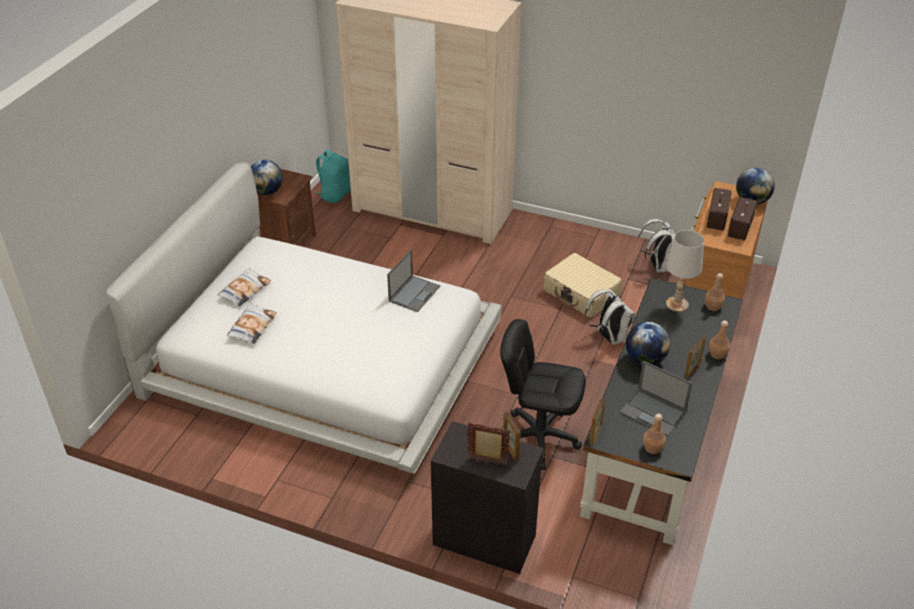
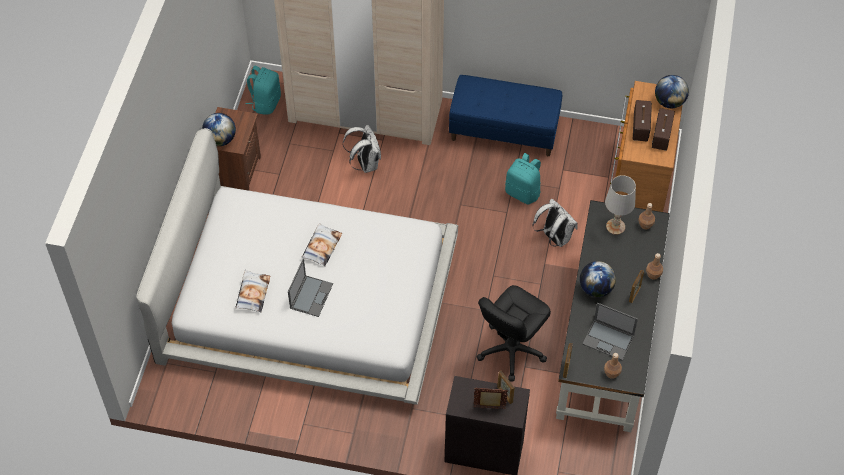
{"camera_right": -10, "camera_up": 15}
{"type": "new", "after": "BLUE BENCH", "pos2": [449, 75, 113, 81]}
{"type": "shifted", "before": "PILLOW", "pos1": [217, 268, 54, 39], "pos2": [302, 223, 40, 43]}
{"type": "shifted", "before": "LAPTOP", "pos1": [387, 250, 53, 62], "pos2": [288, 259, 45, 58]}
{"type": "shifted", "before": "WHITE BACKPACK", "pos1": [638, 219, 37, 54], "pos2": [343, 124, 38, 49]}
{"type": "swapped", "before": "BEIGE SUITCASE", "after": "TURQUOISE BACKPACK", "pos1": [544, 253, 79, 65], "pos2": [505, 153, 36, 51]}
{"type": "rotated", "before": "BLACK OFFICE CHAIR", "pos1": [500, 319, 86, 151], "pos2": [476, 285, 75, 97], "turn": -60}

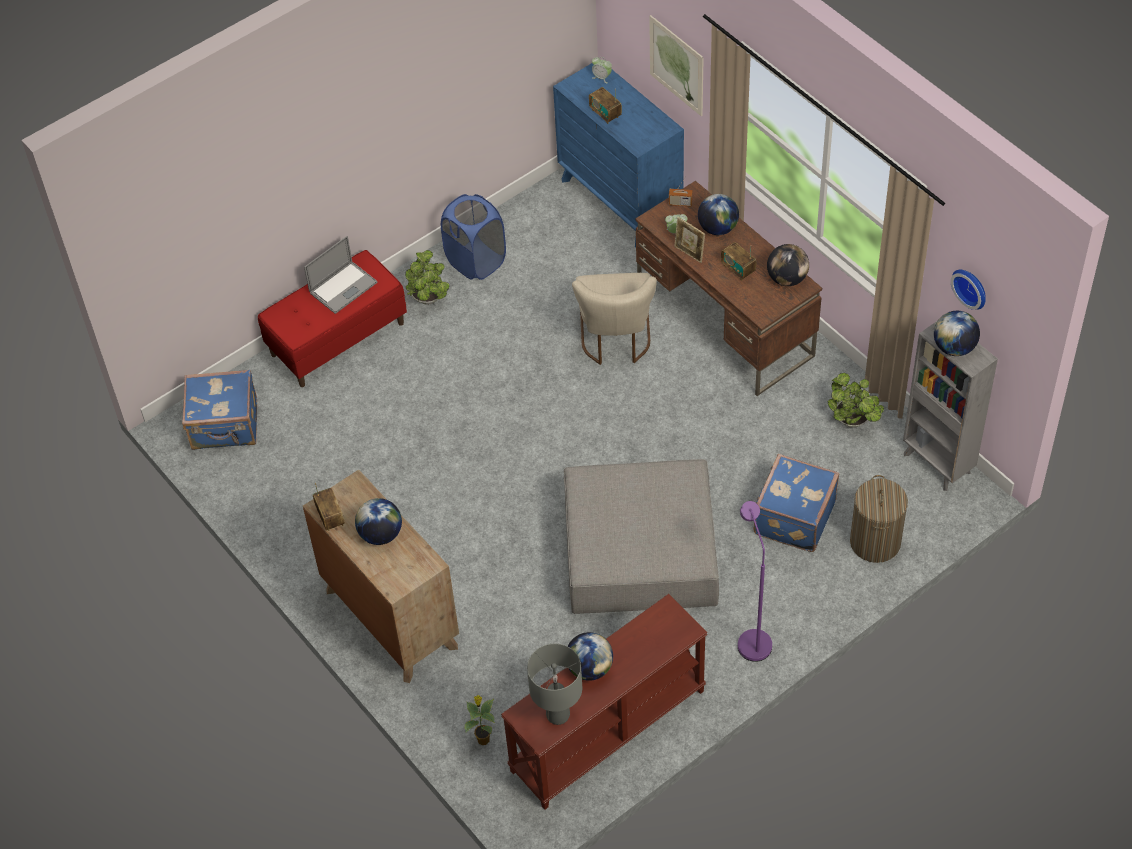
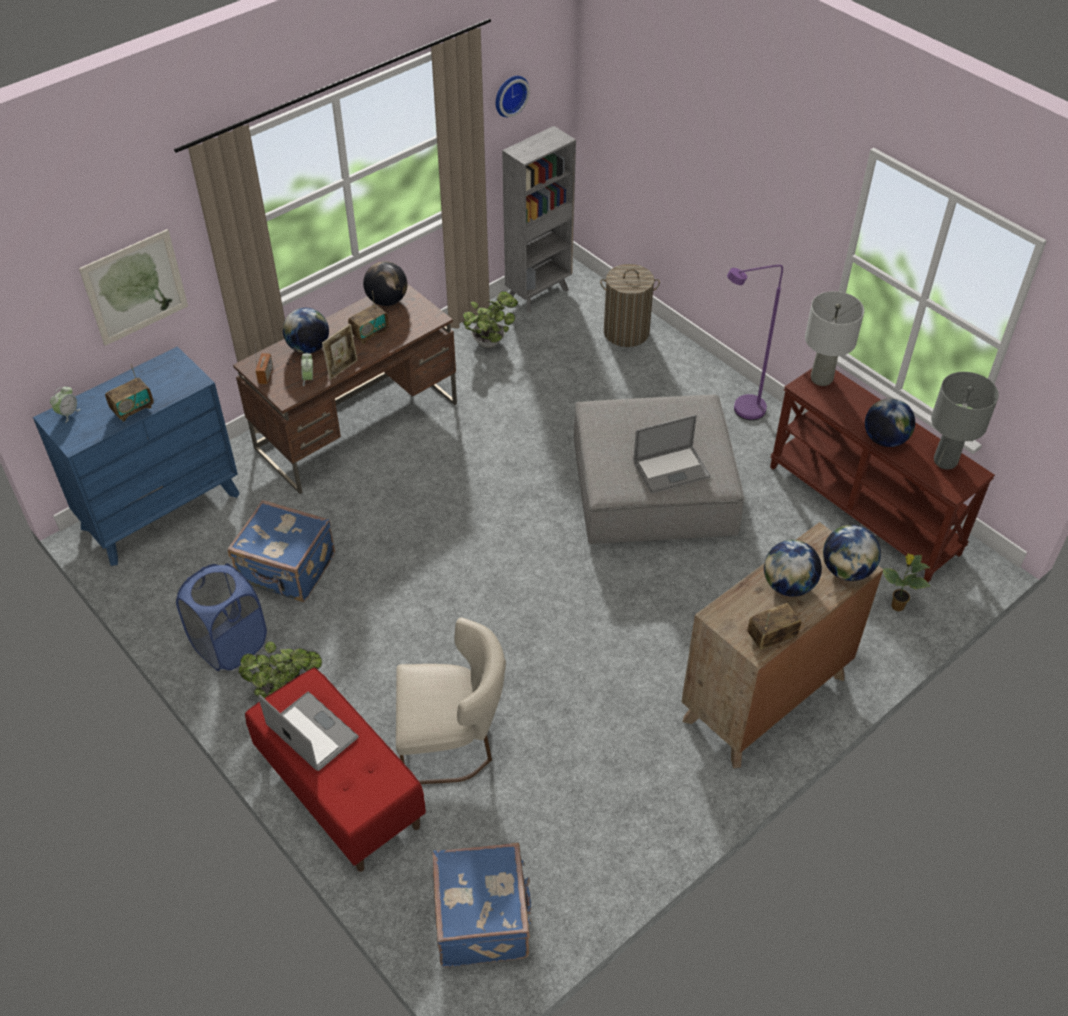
{"camera_right": -95, "camera_up": -5}
{"type": "new", "after": "LAPTOP", "pos2": [633, 415, 78, 78]}
{"type": "new", "after": "GREY TABLE LAMP", "pos2": [805, 291, 59, 95]}
{"type": "shifted", "before": "BEIGE CHAIR", "pos1": [572, 273, 85, 92], "pos2": [396, 618, 110, 166]}
{"type": "shifted", "before": "BLUE SUITCASE", "pos1": [754, 454, 85, 98], "pos2": [228, 500, 107, 102]}
{"type": "shifted", "before": "GLOBE", "pos1": [934, 311, 46, 45], "pos2": [823, 525, 58, 56]}

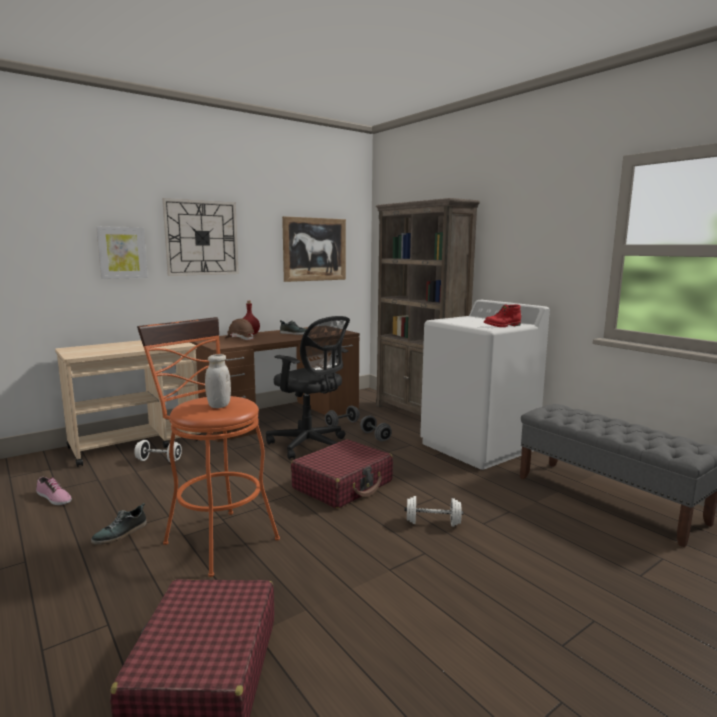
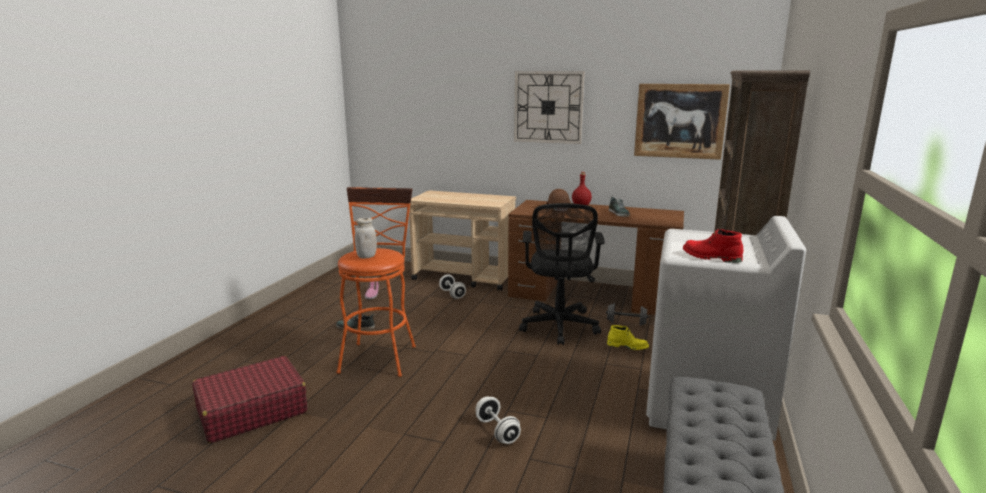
{"camera_right": 55, "camera_up": 5}
{"type": "gone", "before": "PICTURE", "pos1": [96, 227, 52, 52]}
{"type": "gone", "before": "RED SUITCASE", "pos1": [291, 439, 102, 70]}
{"type": "swapped", "before": "GREY DUMBBELL", "after": "YELLOW BOOT", "pos1": [360, 415, 32, 27], "pos2": [607, 325, 42, 25]}

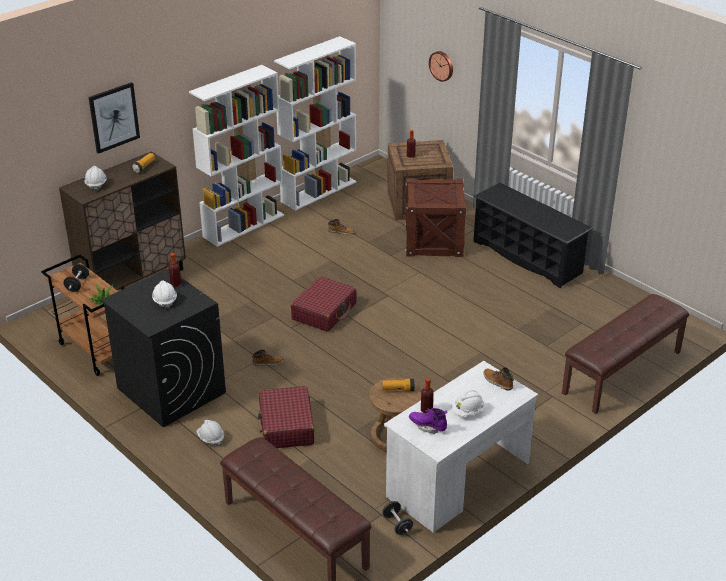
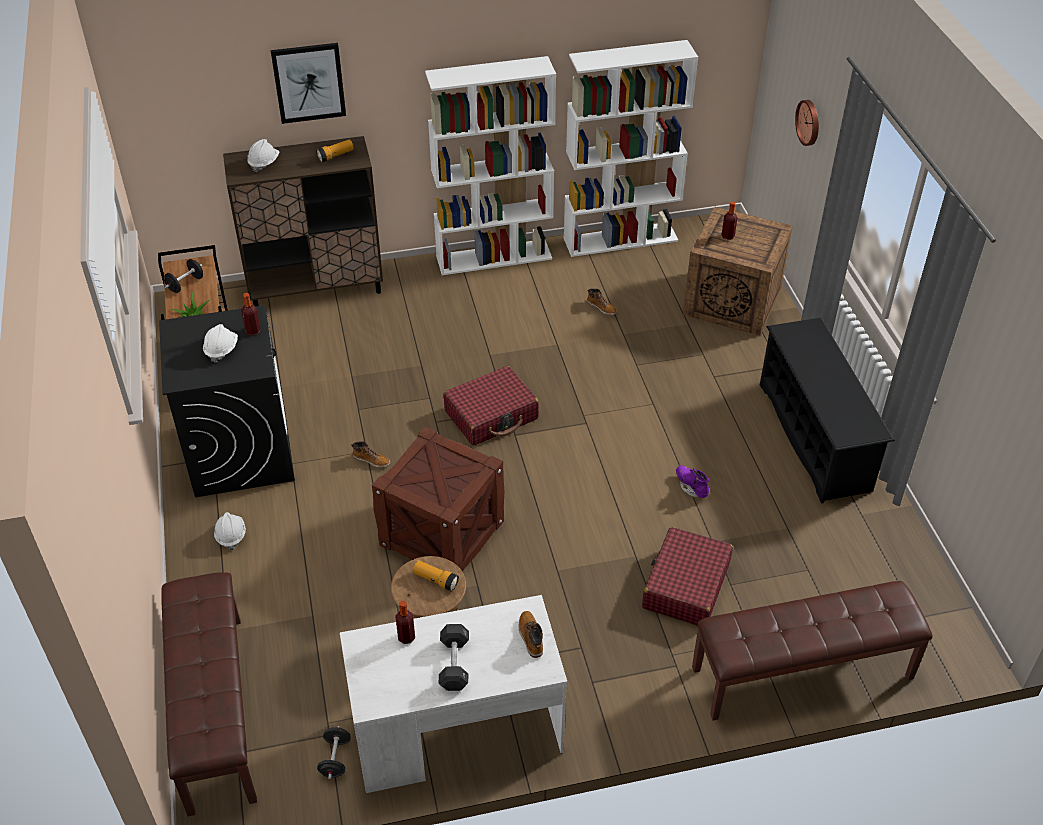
{"camera_right": 30, "camera_up": 10}
{"type": "shifted", "before": "RED SUITCASE", "pos1": [258, 386, 56, 62], "pos2": [642, 527, 91, 99]}
{"type": "shifted", "before": "CRATE", "pos1": [405, 178, 62, 79], "pos2": [372, 426, 132, 146]}
{"type": "shifted", "before": "PURPLE BOOT", "pos1": [409, 408, 38, 26], "pos2": [676, 465, 34, 33]}
{"type": "swapped", "before": "WHITE HARD HAT", "after": "BLACK DUMBBELL", "pos1": [451, 390, 33, 26], "pos2": [439, 624, 30, 67]}

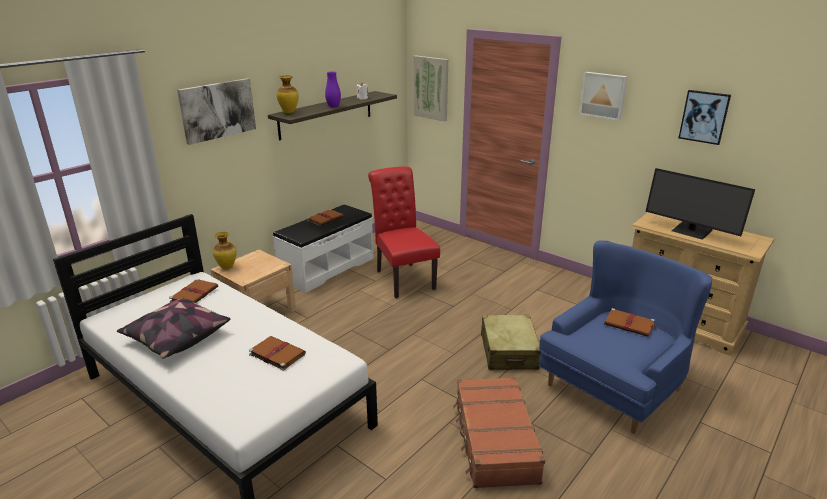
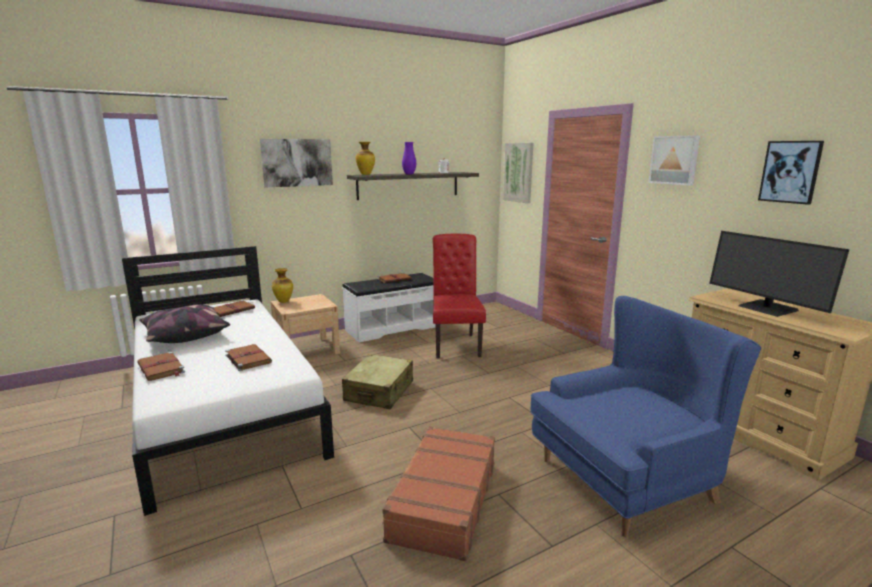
{"camera_right": 20, "camera_up": -10}
{"type": "shifted", "before": "BEIGE SUITCASE", "pos1": [481, 315, 60, 55], "pos2": [342, 354, 71, 55]}
{"type": "shifted", "before": "BROWN BOOK", "pos1": [604, 308, 53, 29], "pos2": [137, 352, 48, 29]}

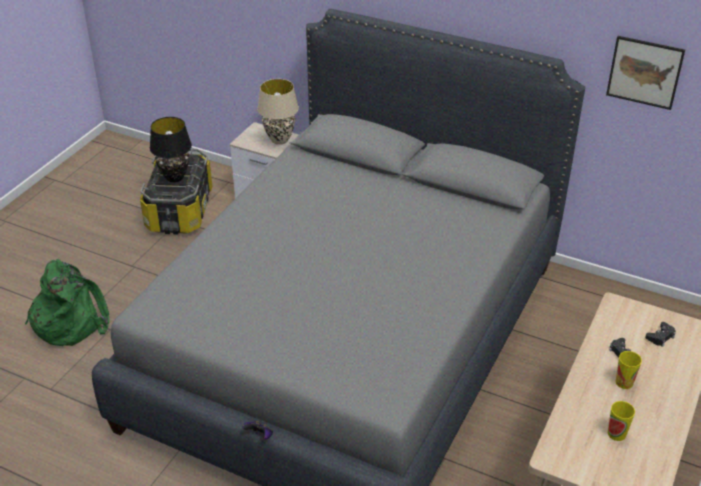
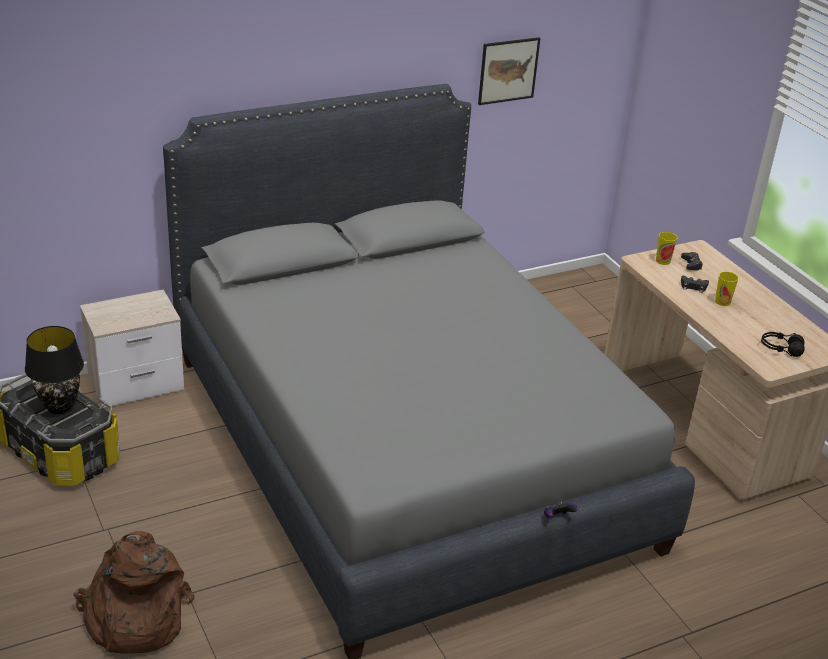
{"camera_right": -55, "camera_up": -5}
{"type": "gone", "before": "BEIGE TABLE LAMP", "pos1": [257, 79, 42, 66]}
{"type": "new", "after": "BLACK HEADPHONES", "pos2": [761, 332, 44, 25]}
{"type": "shifted", "before": "CUP", "pos1": [608, 401, 27, 40], "pos2": [656, 232, 22, 33]}
{"type": "repainted", "before": "GREEN BACKPACK", "after": "BROWN BACKPACK", "pos1": [25, 259, 84, 87], "pos2": [73, 531, 122, 123]}

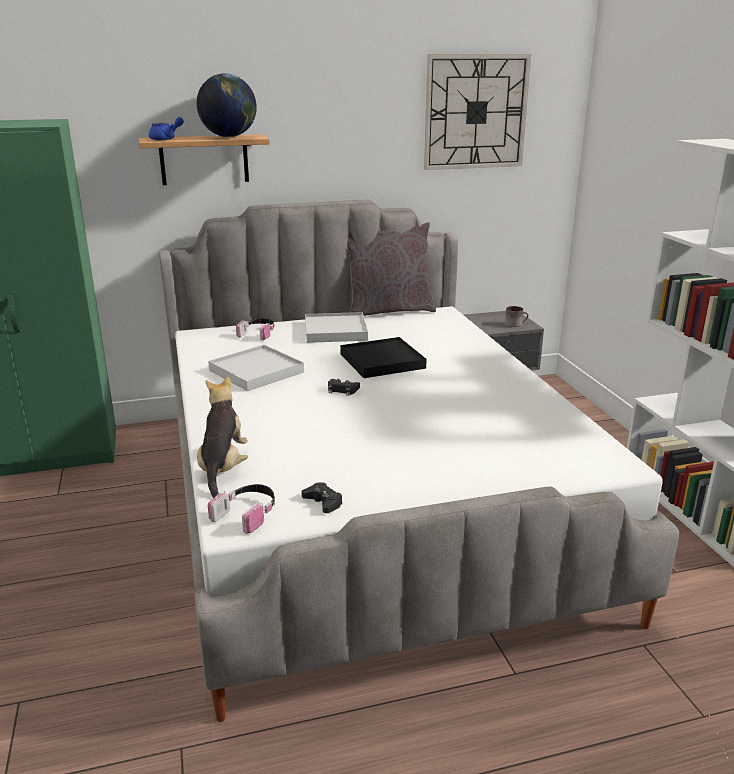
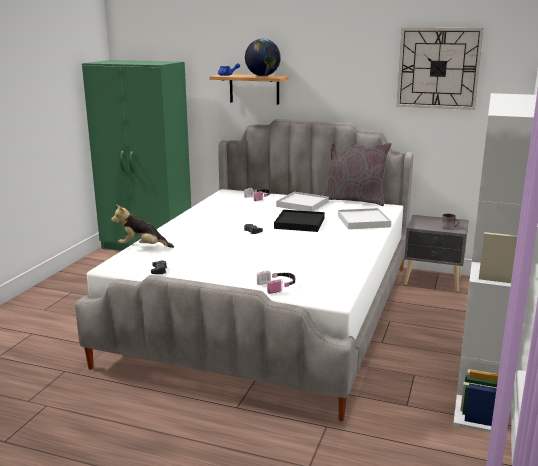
{"camera_right": 35, "camera_up": -5}
{"type": "shifted", "before": "WHITE TRAY", "pos1": [208, 345, 96, 46], "pos2": [338, 208, 53, 21]}
{"type": "shifted", "before": "HEADPHONES", "pos1": [208, 484, 67, 50], "pos2": [257, 270, 38, 24]}
{"type": "rotated", "before": "PLUSH TOY", "pos1": [197, 376, 51, 122], "pos2": [111, 204, 63, 44], "turn": -120}

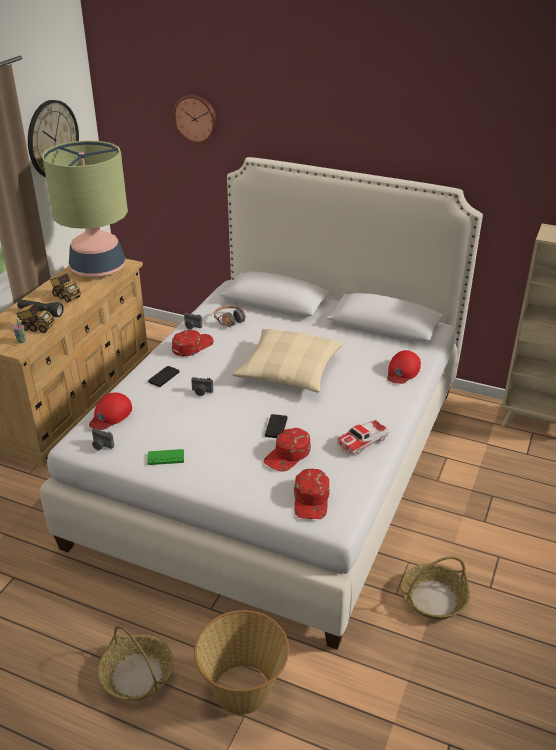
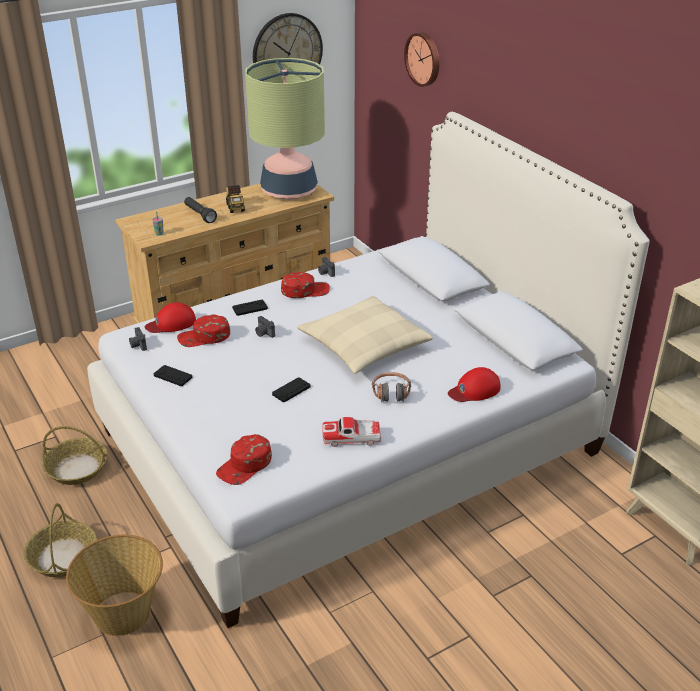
{"camera_right": 35, "camera_up": 0}
{"type": "gone", "before": "TOY TRUCK", "pos1": [16, 303, 39, 30]}
{"type": "shifted", "before": "HEADPHONES", "pos1": [214, 305, 31, 22], "pos2": [372, 372, 39, 30]}
{"type": "shifted", "before": "RED CAP", "pos1": [264, 428, 47, 43], "pos2": [177, 314, 53, 33]}
{"type": "shifted", "before": "BASKET", "pos1": [401, 556, 69, 64], "pos2": [42, 426, 66, 59]}
{"type": "repainted", "before": "GREEN GAME CONTROLLER", "after": "BLACK GAME CONTROLLER", "pos1": [147, 449, 37, 16], "pos2": [154, 365, 38, 21]}

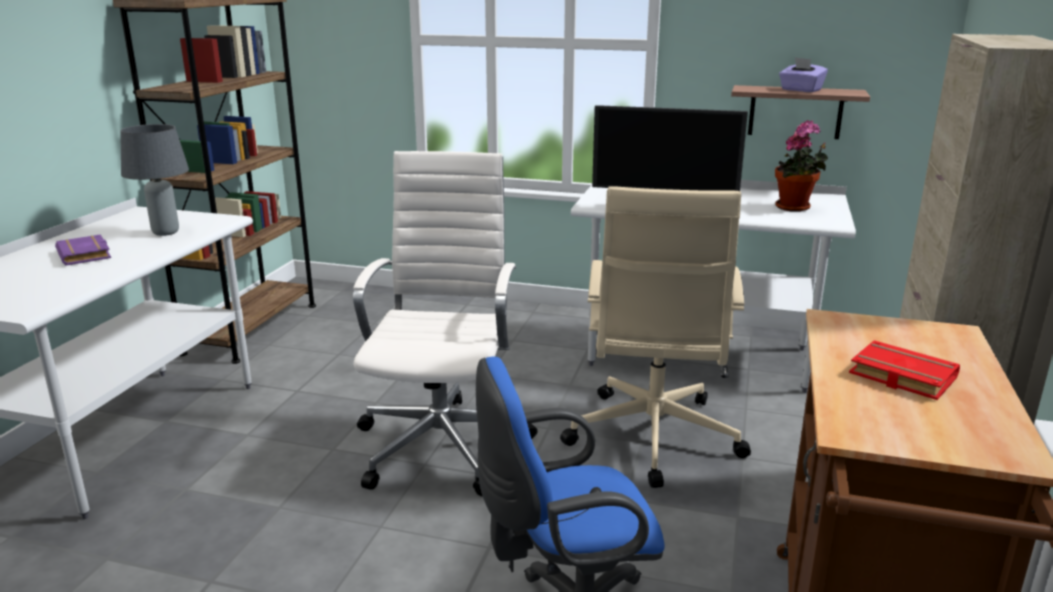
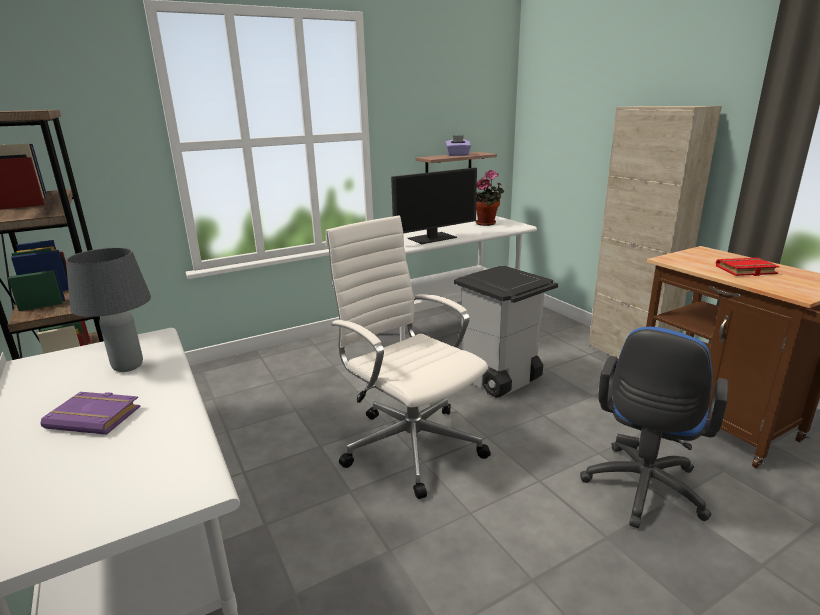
{"camera_right": -45, "camera_up": 0}
{"type": "swapped", "before": "BEIGE OFFICE CHAIR", "after": "GREY TRASH CAN", "pos1": [560, 186, 191, 302], "pos2": [454, 265, 104, 133]}

